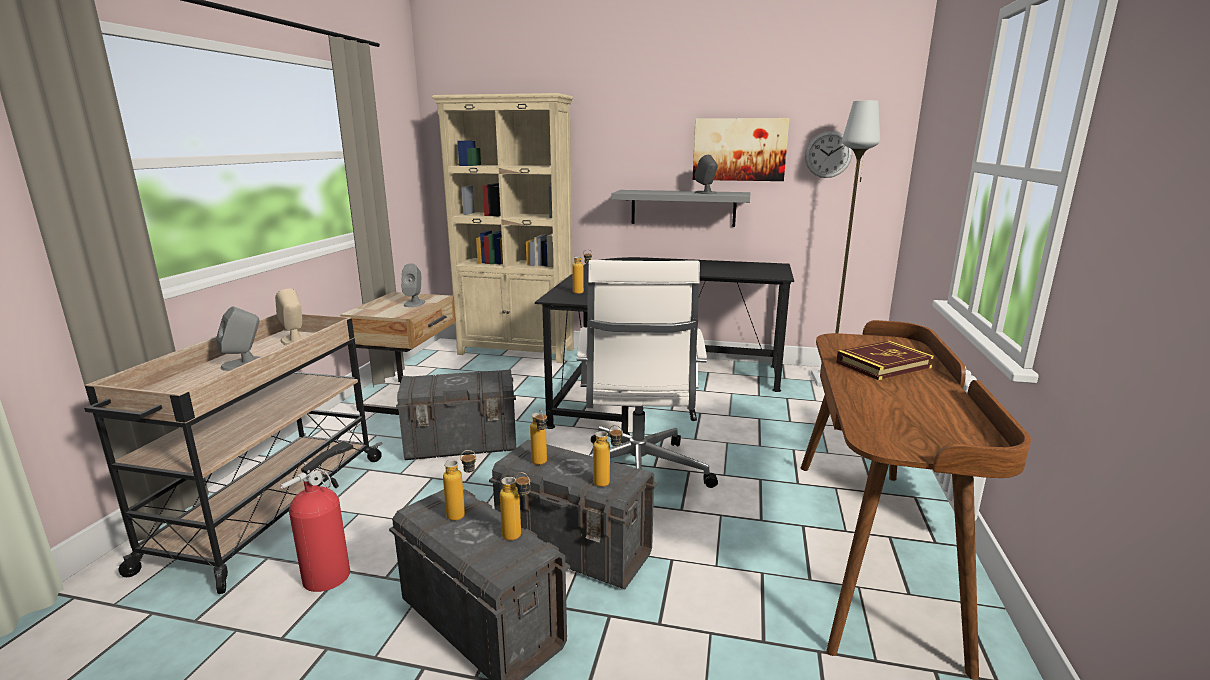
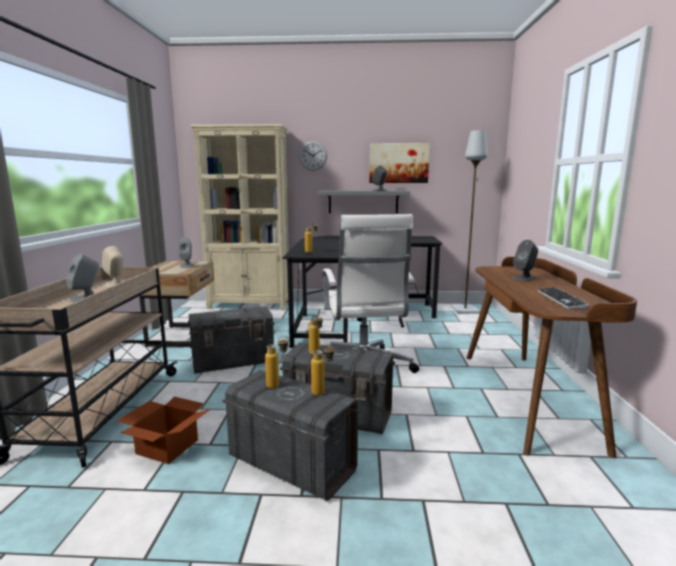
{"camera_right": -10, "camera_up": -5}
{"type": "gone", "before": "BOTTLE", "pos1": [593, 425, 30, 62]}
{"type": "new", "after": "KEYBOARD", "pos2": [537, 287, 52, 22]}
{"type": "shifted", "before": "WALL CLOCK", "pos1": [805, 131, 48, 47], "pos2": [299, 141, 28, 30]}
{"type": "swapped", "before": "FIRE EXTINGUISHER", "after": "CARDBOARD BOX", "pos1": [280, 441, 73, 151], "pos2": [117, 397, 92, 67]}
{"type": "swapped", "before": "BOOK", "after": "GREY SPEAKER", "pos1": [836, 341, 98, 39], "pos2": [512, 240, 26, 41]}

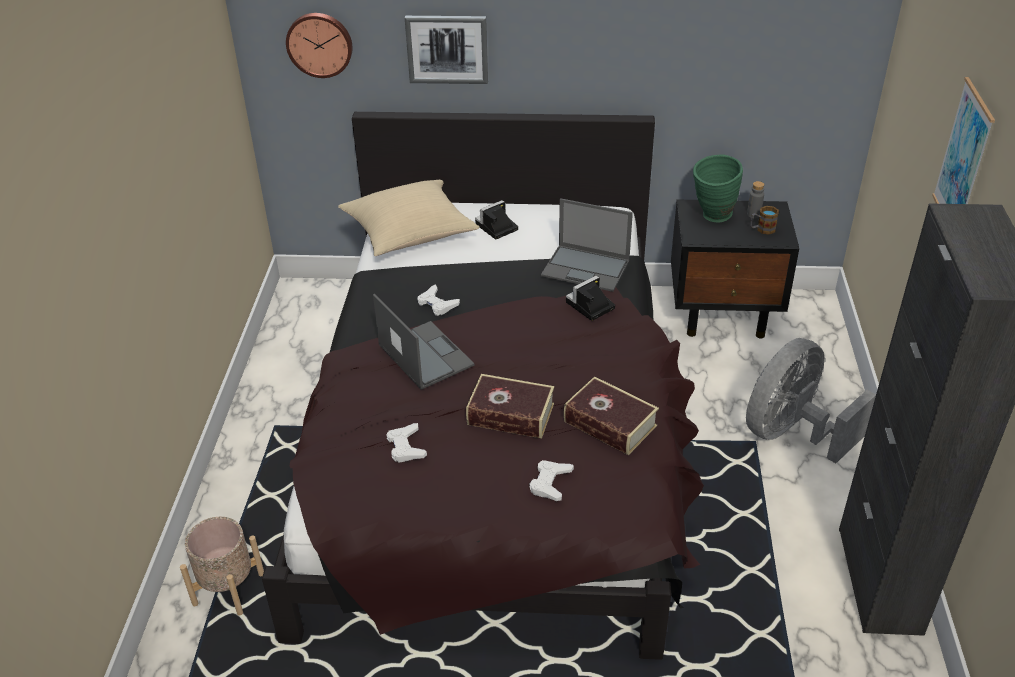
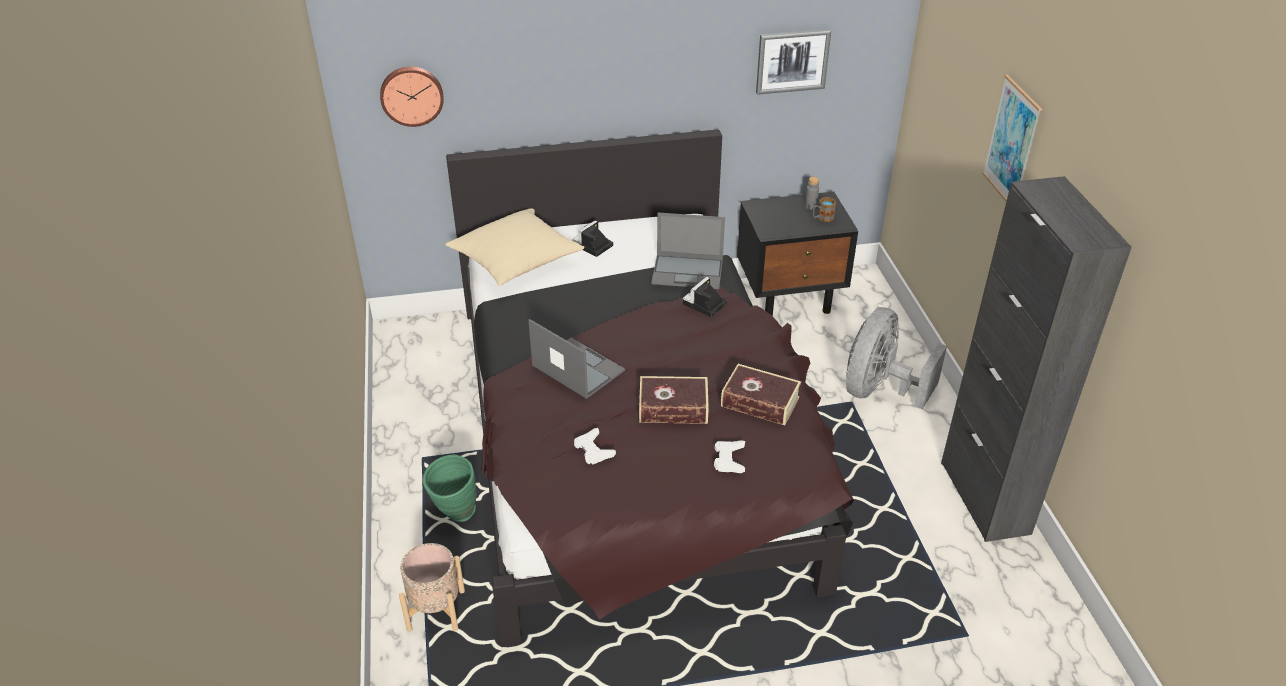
{"camera_right": -15, "camera_up": 0}
{"type": "gone", "before": "WHITE GAME CONTROLLER", "pos1": [417, 284, 43, 32]}
{"type": "shifted", "before": "PICTURE", "pos1": [405, 16, 83, 68], "pos2": [756, 29, 75, 66]}
{"type": "shifted", "before": "GREEN VASE", "pos1": [693, 155, 50, 67], "pos2": [423, 455, 54, 67]}

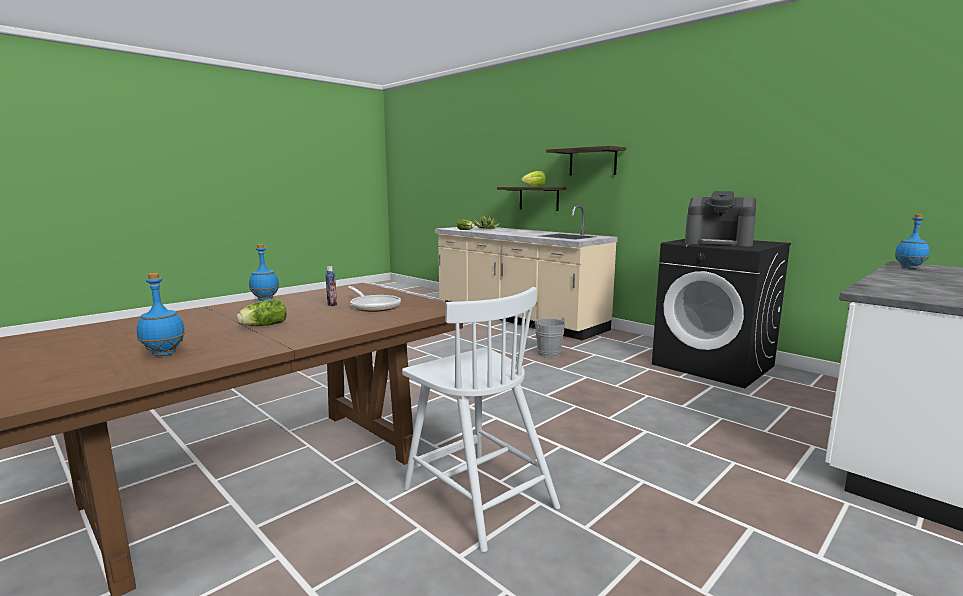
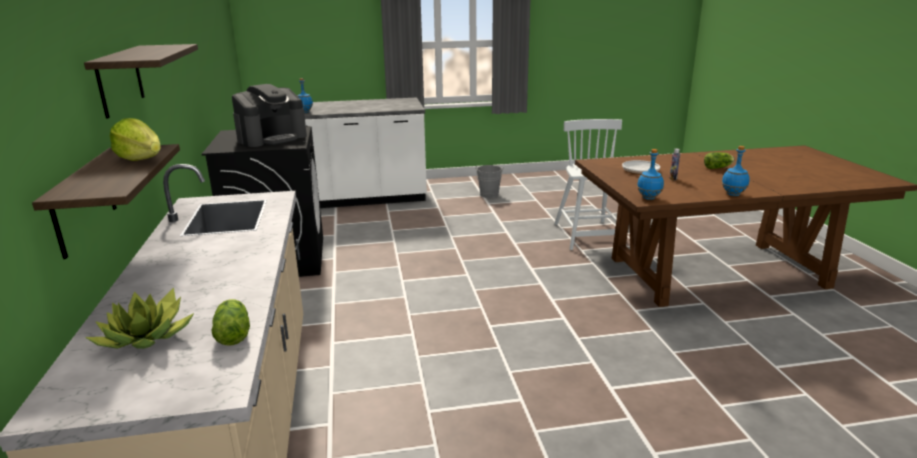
{"camera_right": -145, "camera_up": 10}
{"type": "shifted", "before": "BLUE BOTTLE", "pos1": [137, 273, 48, 83], "pos2": [637, 149, 27, 51]}
{"type": "shifted", "before": "GREY BUCKET", "pos1": [534, 317, 31, 41], "pos2": [476, 165, 28, 33]}
{"type": "rotated", "before": "COFFEE MACHINE", "pos1": [685, 191, 71, 55], "pos2": [232, 84, 75, 63], "turn": 75}

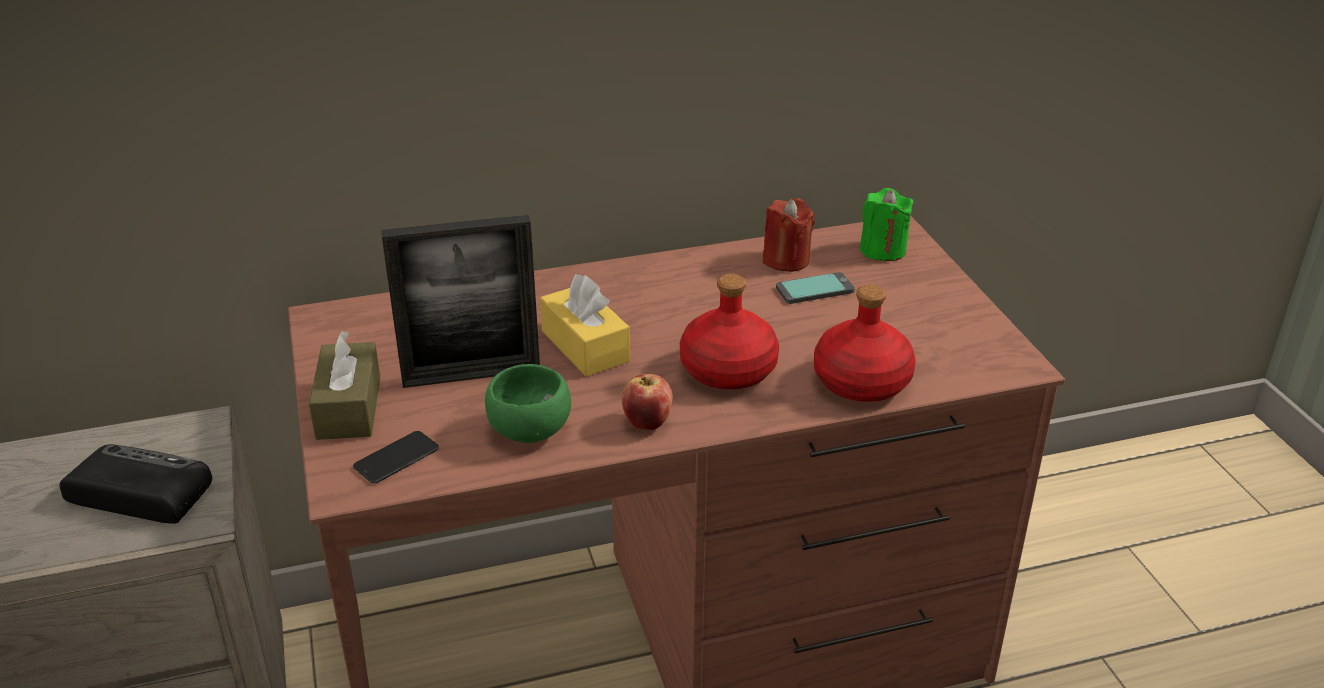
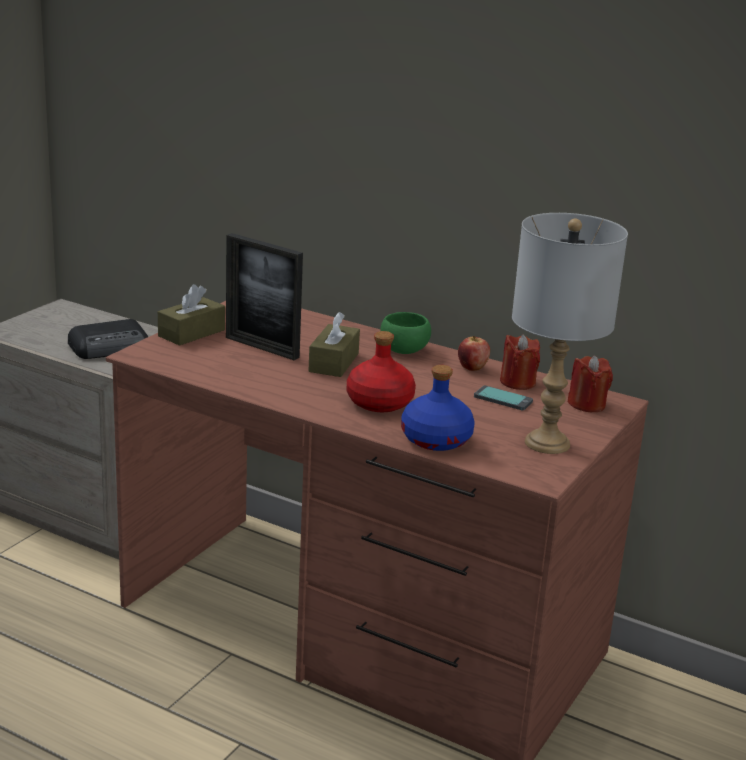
{"camera_right": 45, "camera_up": -10}
{"type": "gone", "before": "PHONE", "pos1": [353, 431, 86, 52]}
{"type": "new", "after": "GREY TABLE LAMP", "pos2": [512, 213, 116, 241]}
{"type": "shifted", "before": "GREEN BOWL", "pos1": [485, 364, 86, 79], "pos2": [380, 312, 51, 42]}
{"type": "shifted", "before": "APPLE", "pos1": [622, 374, 51, 56], "pos2": [458, 336, 32, 35]}
{"type": "repainted", "before": "YELLOW TISSUE BOX", "after": "BROWN TISSUE BOX", "pos1": [540, 274, 90, 103], "pos2": [309, 312, 51, 65]}
{"type": "repainted", "before": "RED BOTTLE", "after": "BLUE BOTTLE", "pos1": [814, 284, 102, 118], "pos2": [401, 365, 74, 86]}
{"type": "repainted", "before": "GREEN CANDLE", "after": "RED CANDLE", "pos1": [860, 188, 54, 73], "pos2": [568, 356, 45, 56]}
{"type": "rotated", "before": "RADIO", "pos1": [60, 444, 152, 80], "pos2": [68, 319, 80, 40], "turn": 90}

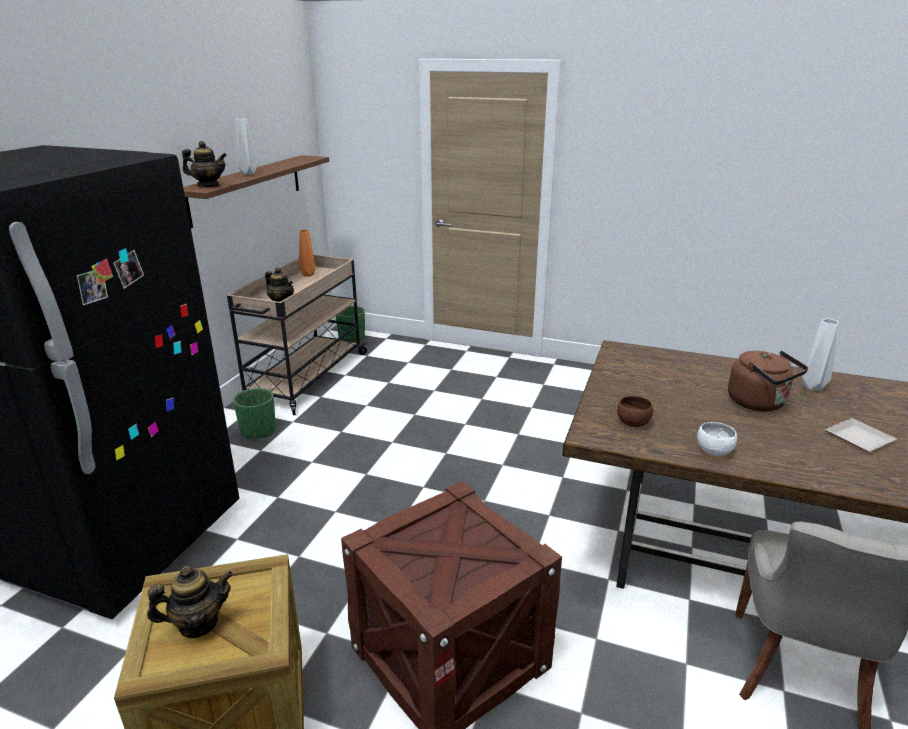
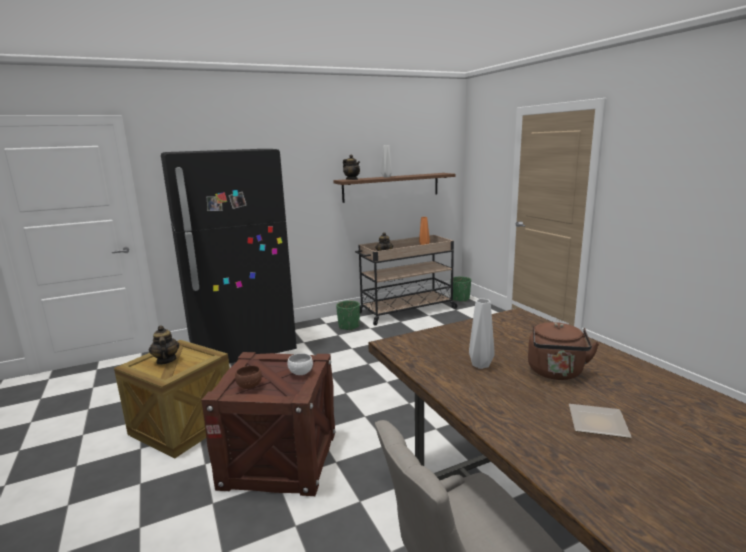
{"camera_right": 45, "camera_up": -10}
{"type": "shifted", "before": "BROWN BOWL", "pos1": [617, 396, 36, 31], "pos2": [235, 366, 27, 23]}
{"type": "shifted", "before": "WHITE BOWL", "pos1": [697, 422, 40, 34], "pos2": [287, 353, 26, 22]}
{"type": "shifted", "before": "WHITE VASE", "pos1": [802, 318, 36, 73], "pos2": [469, 299, 26, 70]}
{"type": "rotated", "before": "TEAPOT", "pos1": [147, 565, 86, 73], "pos2": [149, 325, 31, 40], "turn": -135}

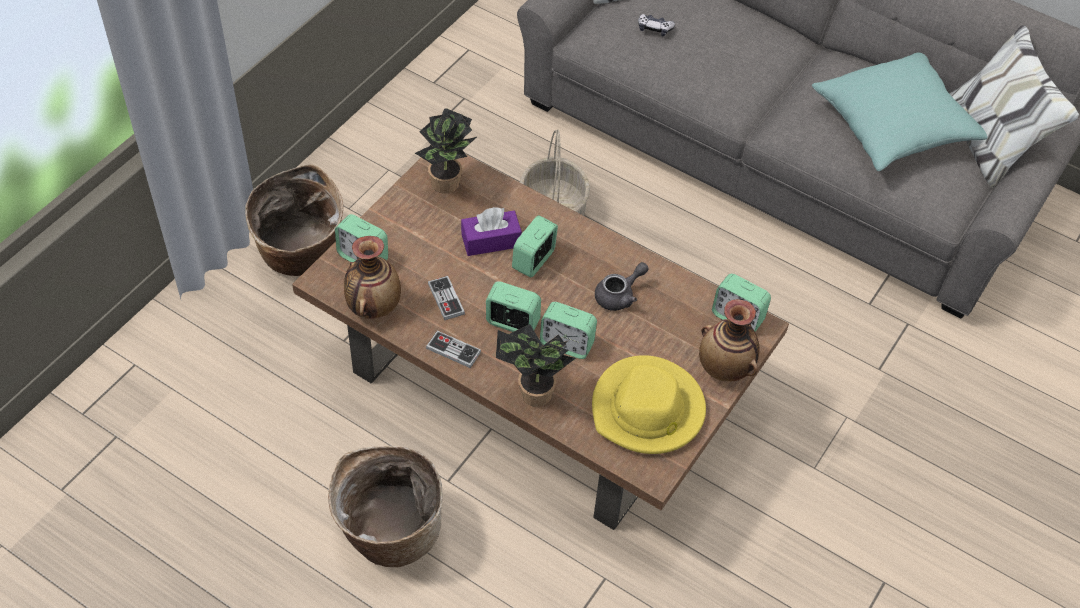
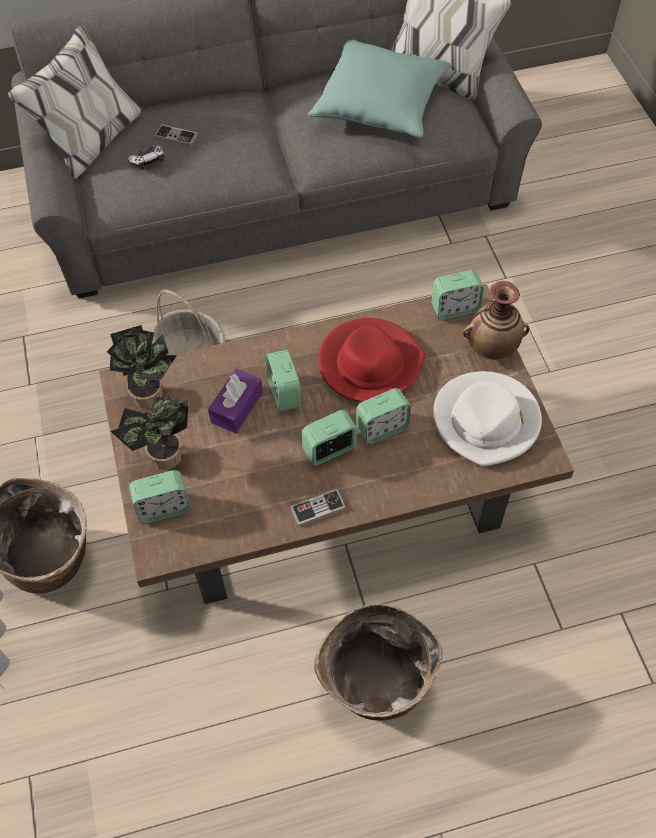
{"camera_right": -45, "camera_up": 5}
{"type": "gone", "before": "VASE", "pos1": [344, 236, 57, 83]}
{"type": "shifted", "before": "GAME CONTROLLER", "pos1": [428, 276, 37, 44], "pos2": [154, 124, 44, 23]}
{"type": "shifted", "before": "POTTED PLANT", "pos1": [496, 324, 80, 83], "pos2": [110, 393, 78, 77]}
{"type": "swapped", "before": "GREY TEAPOT", "after": "RED HAT", "pos1": [595, 262, 53, 49], "pos2": [318, 318, 107, 84]}
{"type": "repainted", "before": "YELLOW HAT", "after": "WHITE HAT", "pos1": [592, 355, 114, 99], "pos2": [434, 371, 108, 95]}

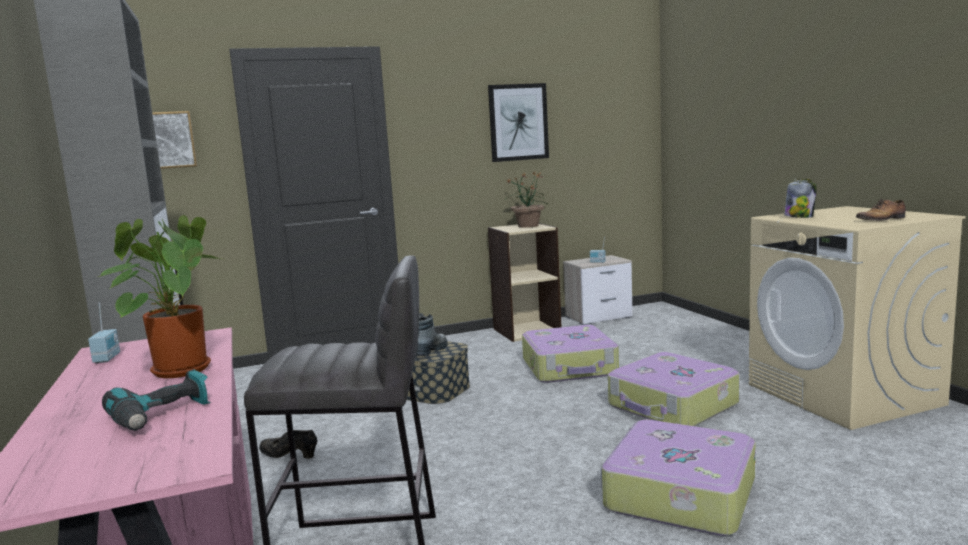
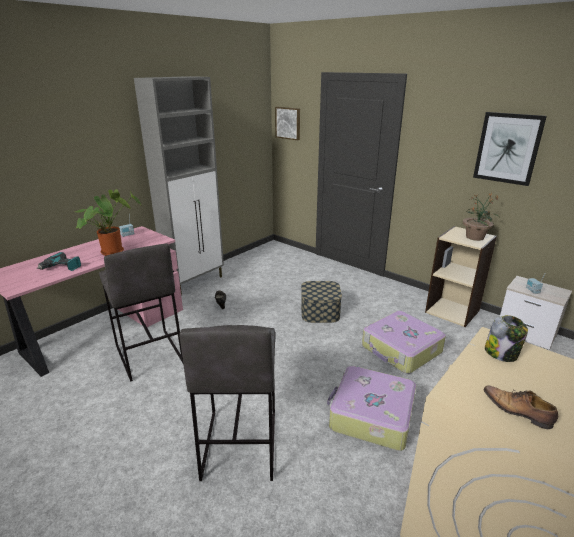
{"camera_right": 60, "camera_up": 15}
{"type": "gone", "before": "BOOT", "pos1": [416, 313, 32, 43]}
{"type": "swapped", "before": "SUITCASE", "after": "GREY STOOL", "pos1": [601, 419, 154, 117], "pos2": [179, 325, 96, 156]}

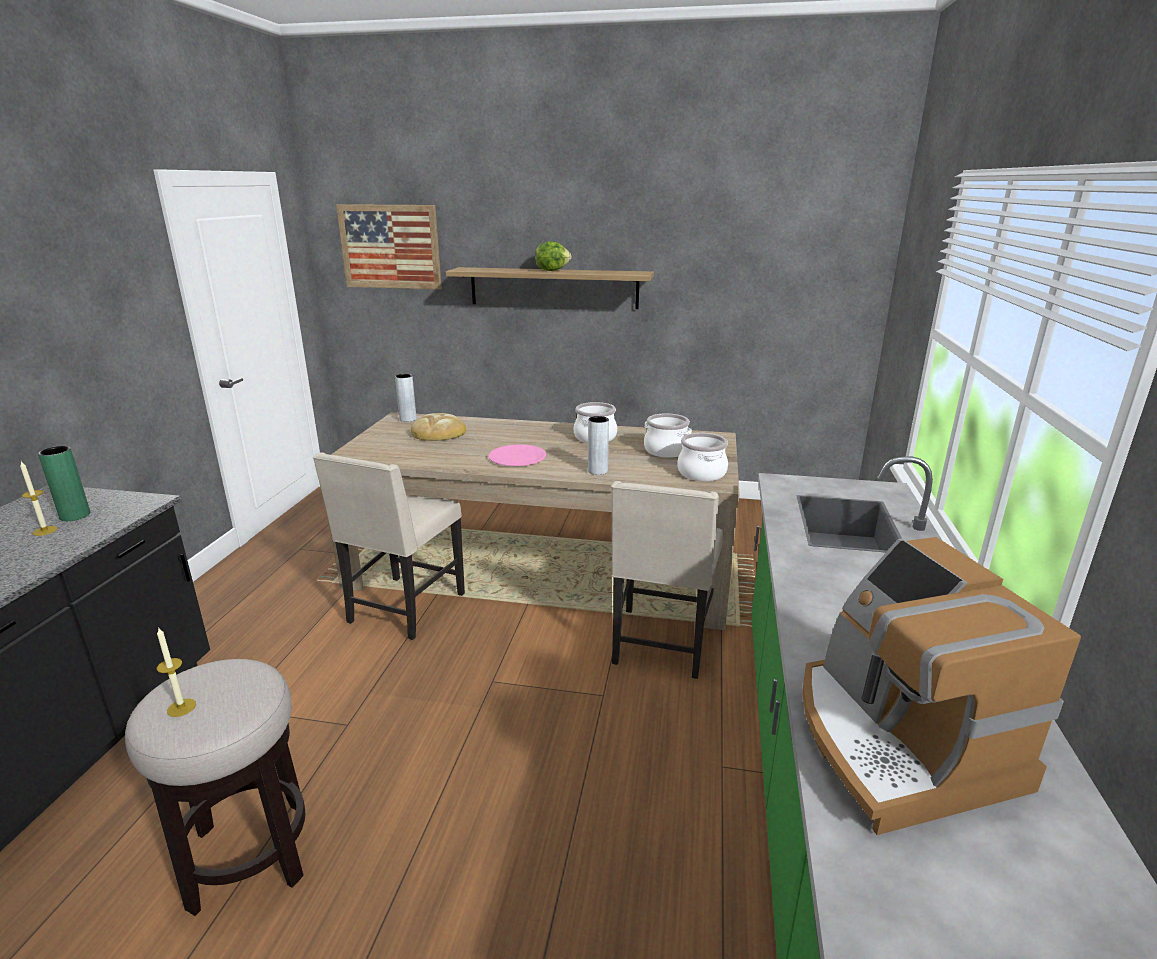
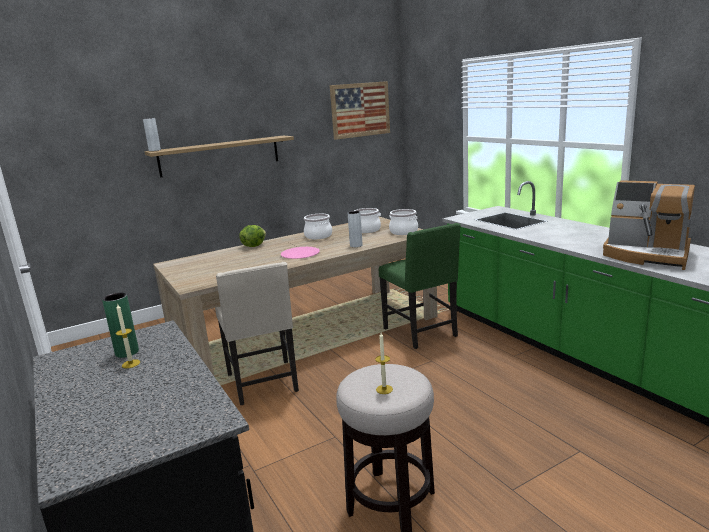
{"camera_right": -40, "camera_up": -5}
{"type": "gone", "before": "BREAD", "pos1": [411, 413, 55, 28]}
{"type": "shifted", "before": "PICTURE", "pos1": [336, 204, 106, 86], "pos2": [330, 81, 60, 59]}
{"type": "shifted", "before": "GREY VASE", "pos1": [395, 374, 22, 48], "pos2": [143, 118, 18, 33]}
{"type": "shifted", "before": "LETTUCE", "pos1": [535, 241, 37, 30], "pos2": [240, 225, 26, 22]}
{"type": "repainted", "before": "BEIGE CHAIR", "after": "GREEN CHAIR", "pos1": [611, 481, 112, 198], "pos2": [379, 223, 82, 126]}

